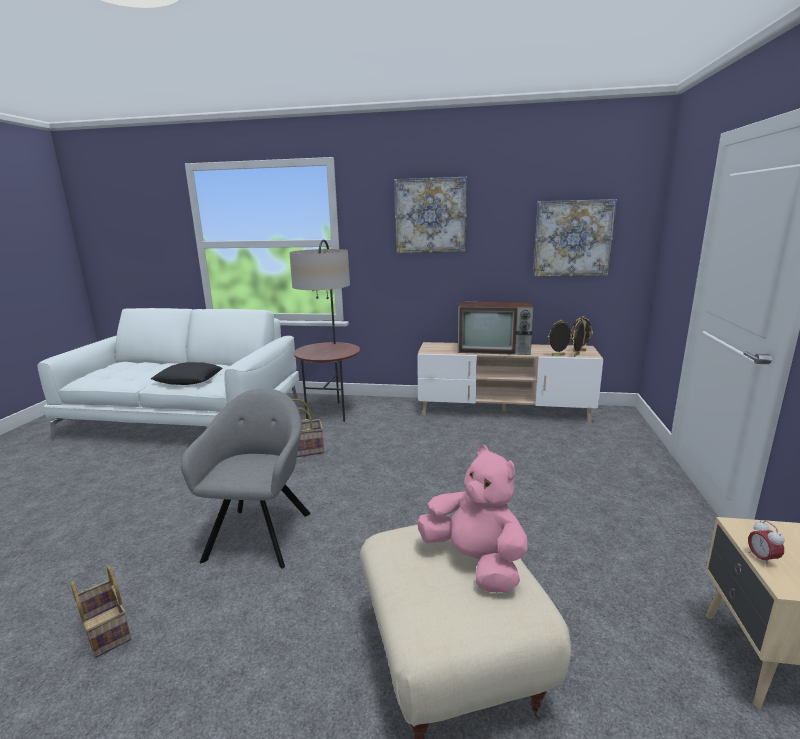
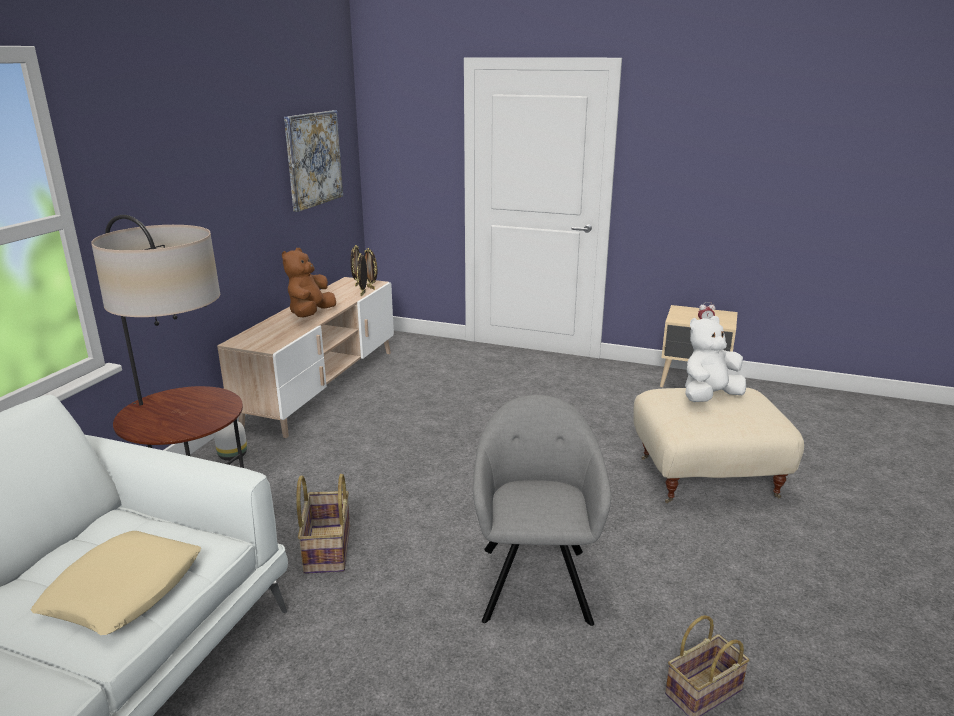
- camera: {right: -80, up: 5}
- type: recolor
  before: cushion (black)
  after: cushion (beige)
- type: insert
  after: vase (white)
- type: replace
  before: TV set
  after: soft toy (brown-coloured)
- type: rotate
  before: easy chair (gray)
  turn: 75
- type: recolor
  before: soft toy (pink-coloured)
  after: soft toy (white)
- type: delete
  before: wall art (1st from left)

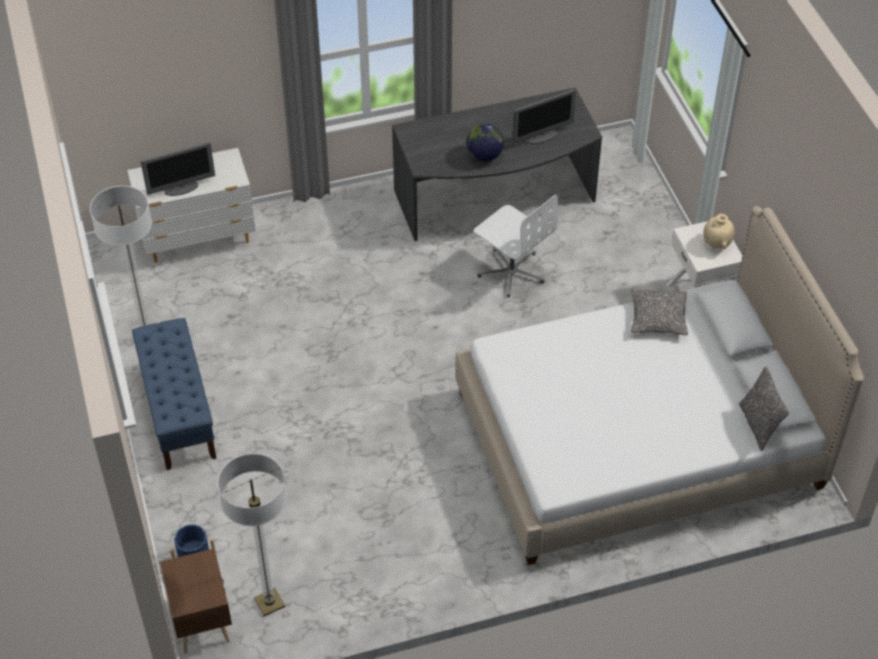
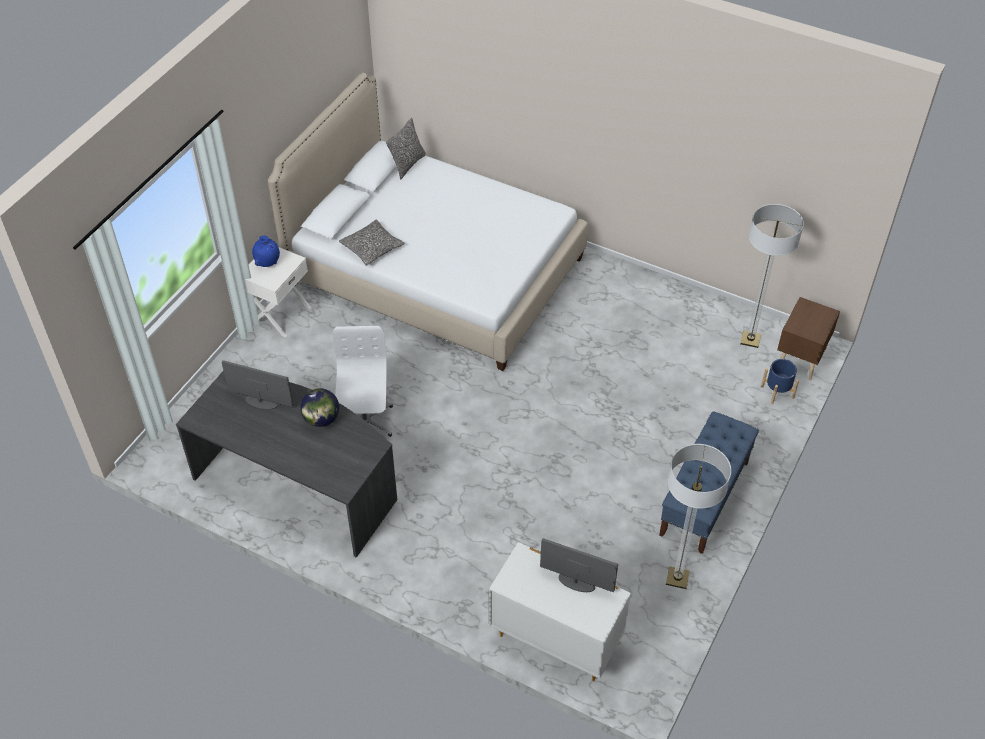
- camera: {right: -135, up: 0}
- type: recolor
  before: vase (beige)
  after: vase (blue-coloured)

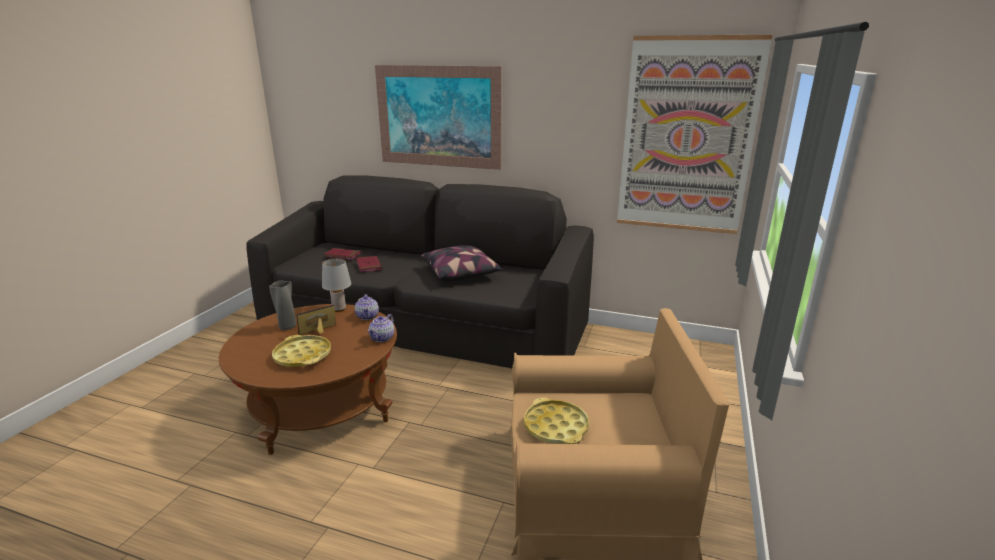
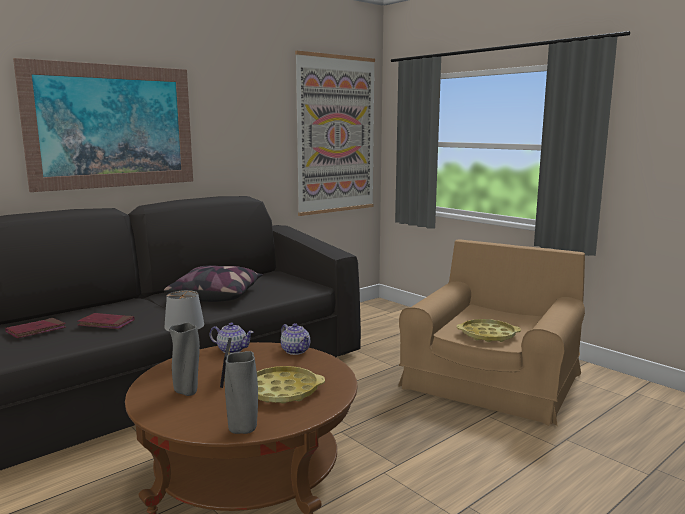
- camera: {right: -60, up: -10}
- type: insert
  after: vase (gray) (2nd from left)

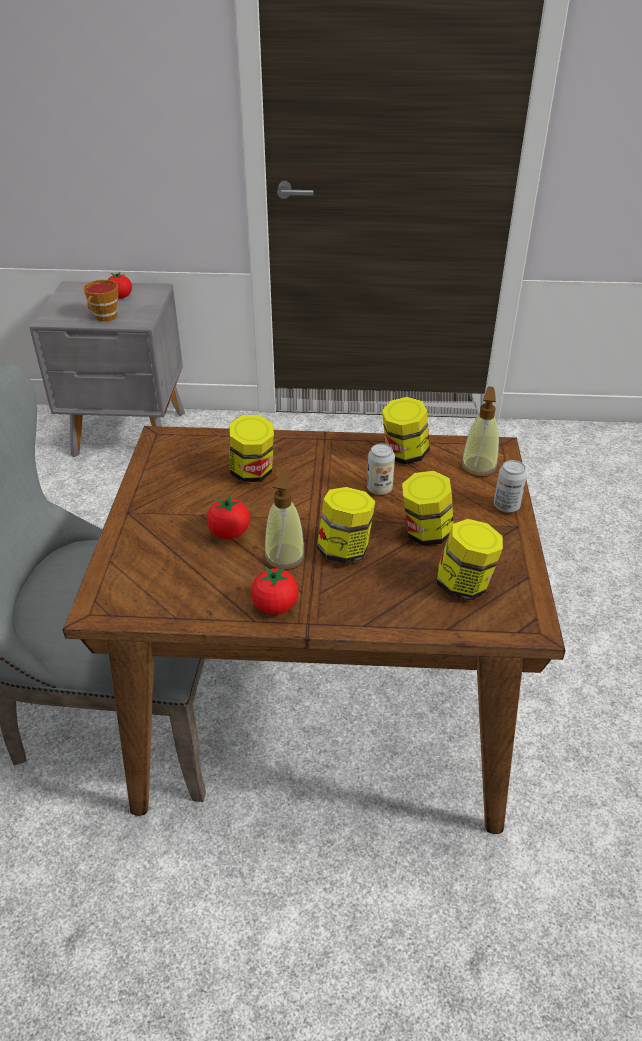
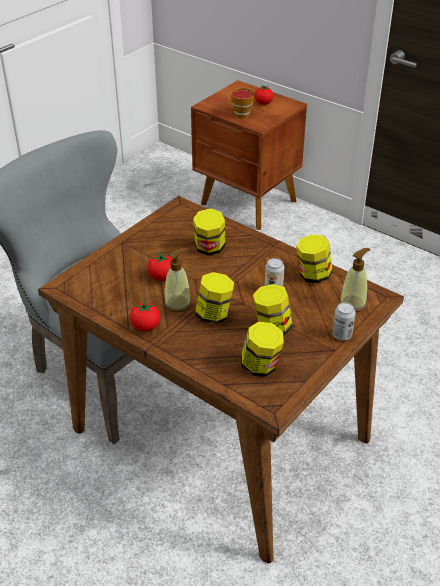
- camera: {right: 35, up: 0}
- type: recolor
  before: bedside table (gray)
  after: bedside table (brown-coloured)

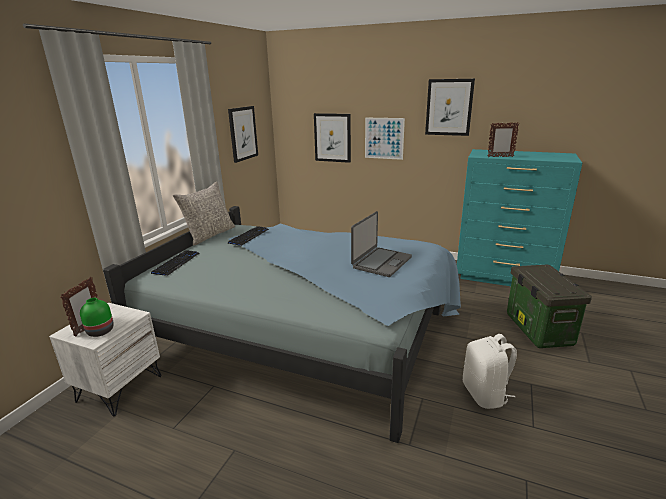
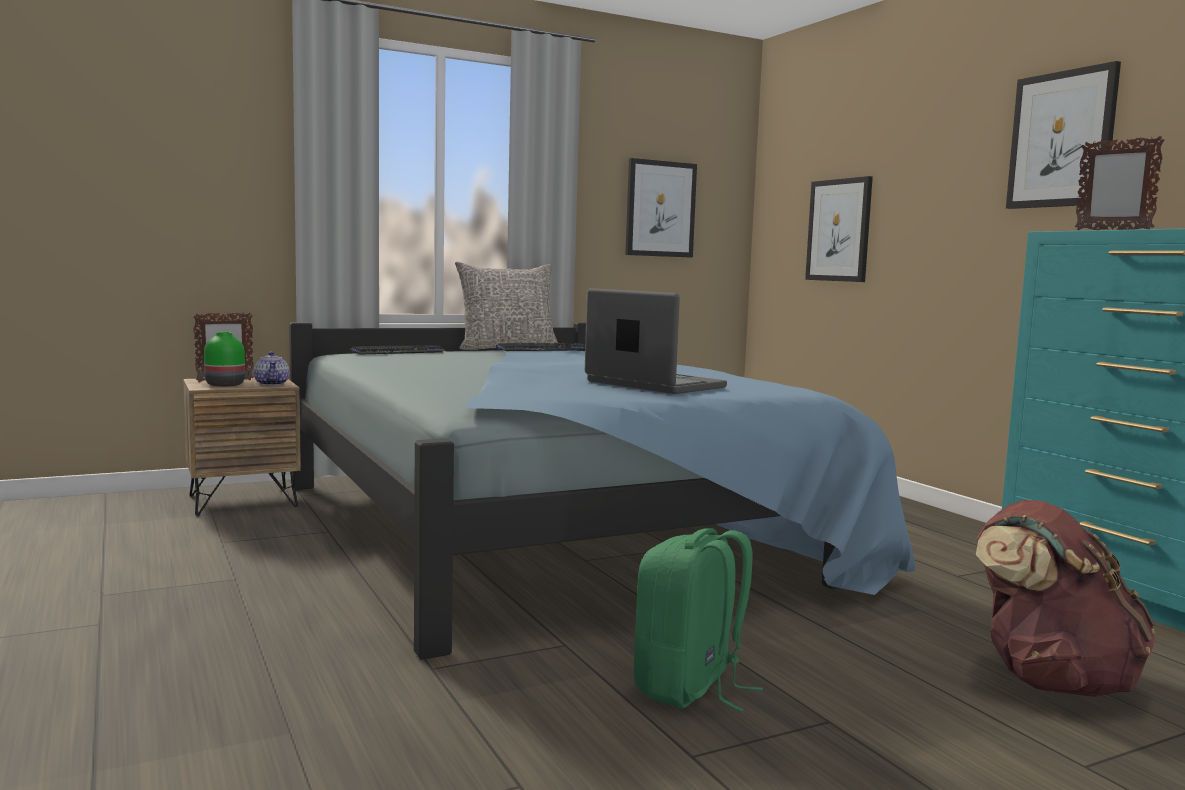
- camera: {right: 40, up: -15}
- type: recolor
  before: bedside table (white)
  after: bedside table (brown-coloured)
- type: insert
  after: tea pot
- type: rotate
  before: notebook computer
  turn: -120
- type: recolor
  before: backpack (white)
  after: backpack (greenish)
- type: replace
  before: storage bin
  after: backpack (brown-coloured)
- type: delete
  before: wall art (3rd from left)

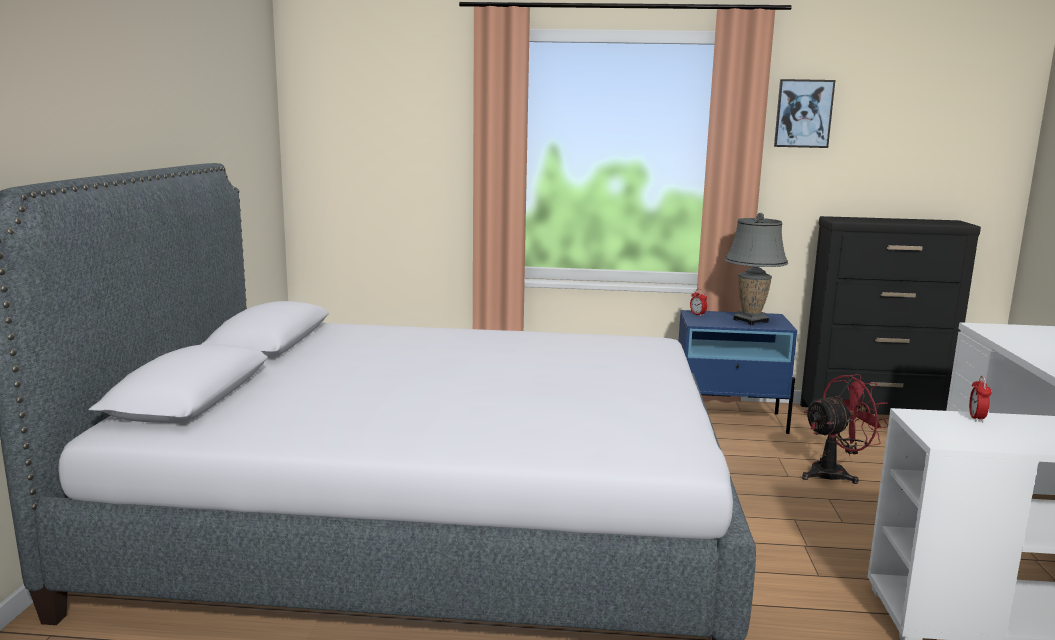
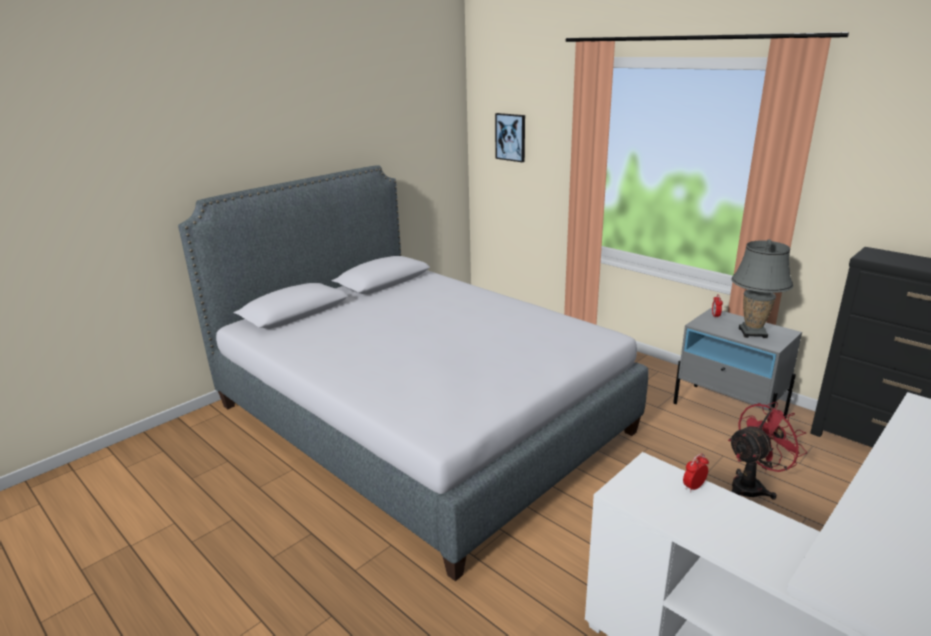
- camera: {right: 40, up: 10}
- type: move
  before: wall art
- type: recolor
  before: bedside table (blue-coloured)
  after: bedside table (gray)
- type: rotate
  before: cooling fan (red-coloured)
  turn: -45

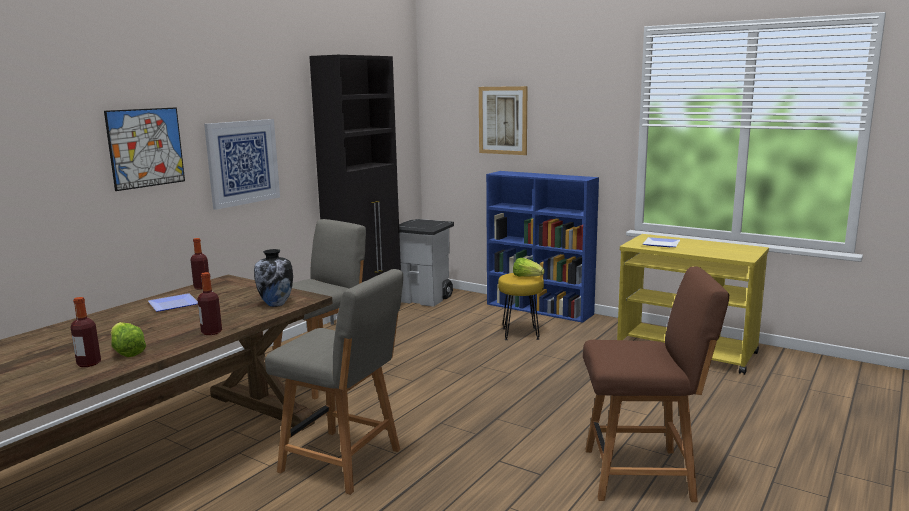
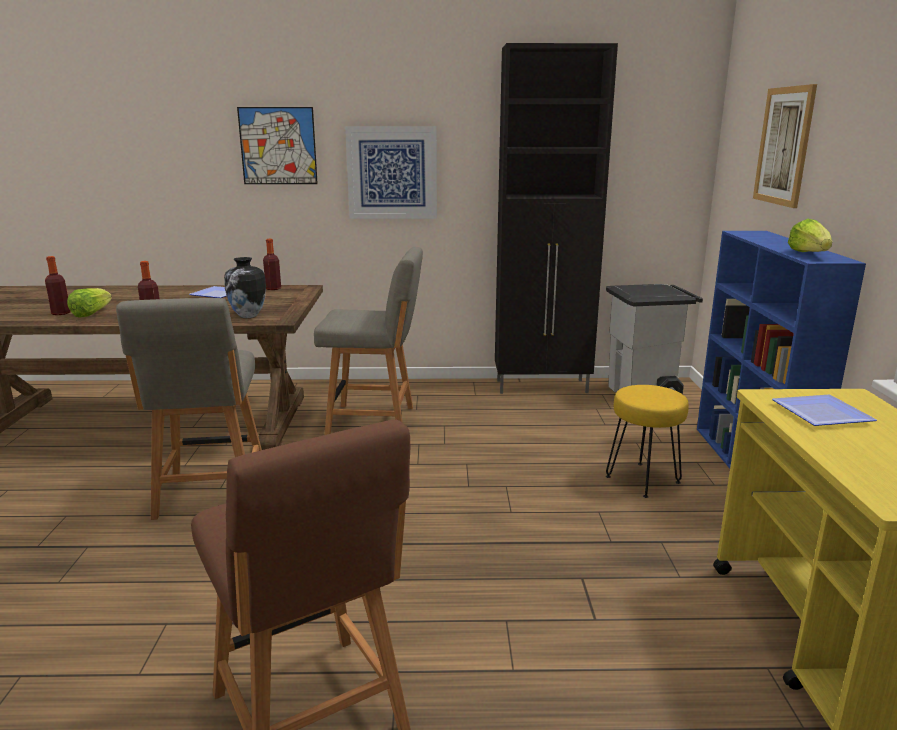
- camera: {right: 55, up: 5}
- type: move
  before: lettuce (2nd from left)

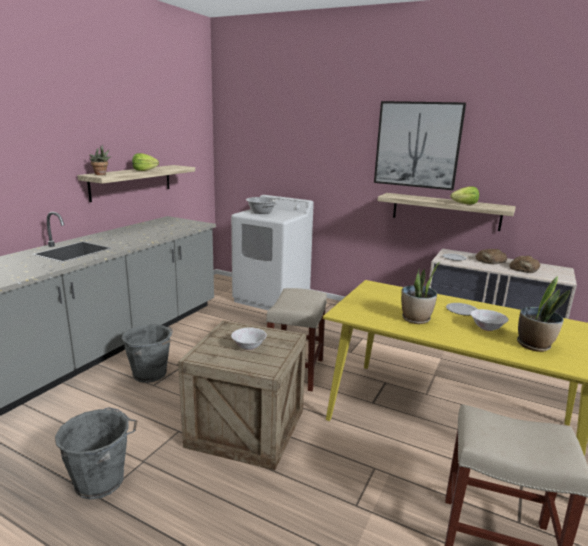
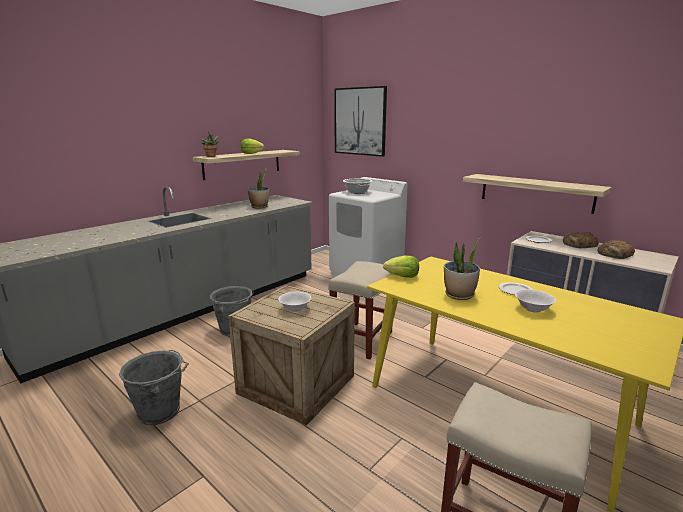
- camera: {right: 15, up: 0}
- type: move
  before: houseplant (3rd from left in the first image)
  after: houseplant (2nd from left)
- type: move
  before: wall art
- type: move
  before: lettuce (2nd from left)

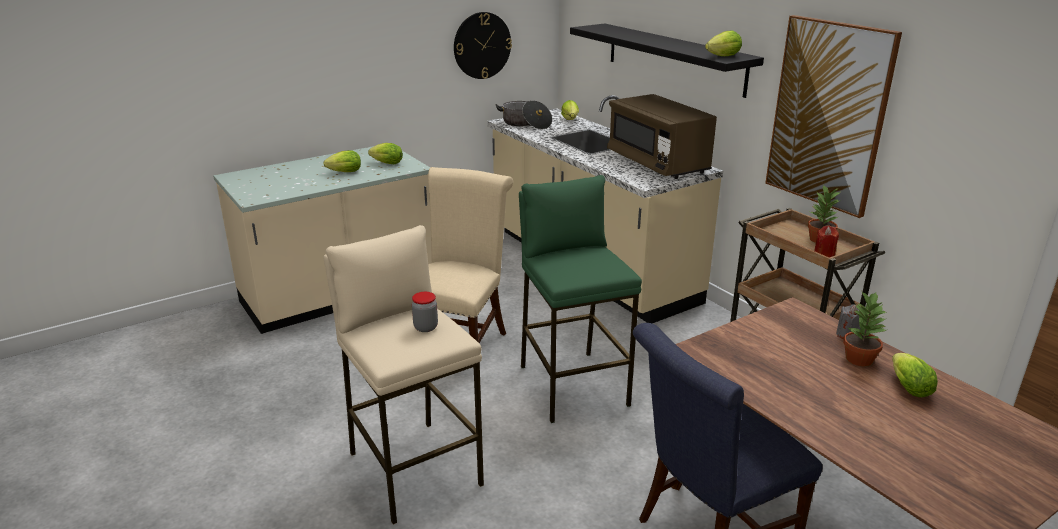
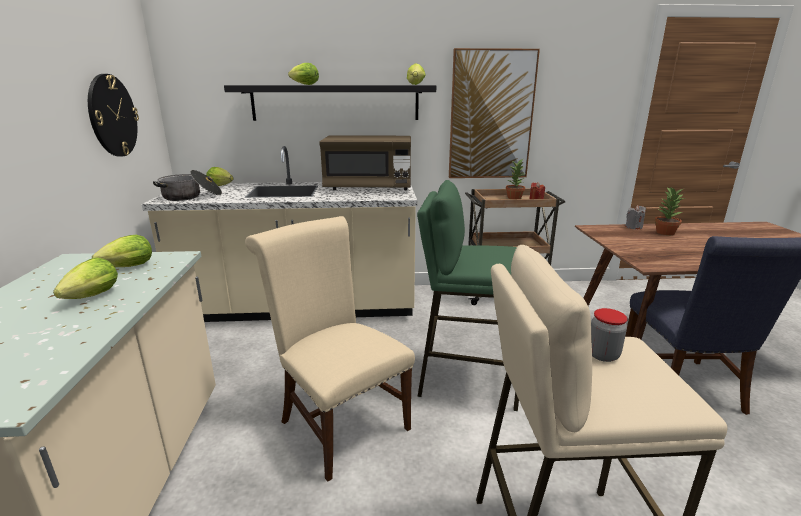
- camera: {right: -60, up: -5}
- type: move
  before: lettuce (5th from left in the first image)
  after: lettuce (4th from left)

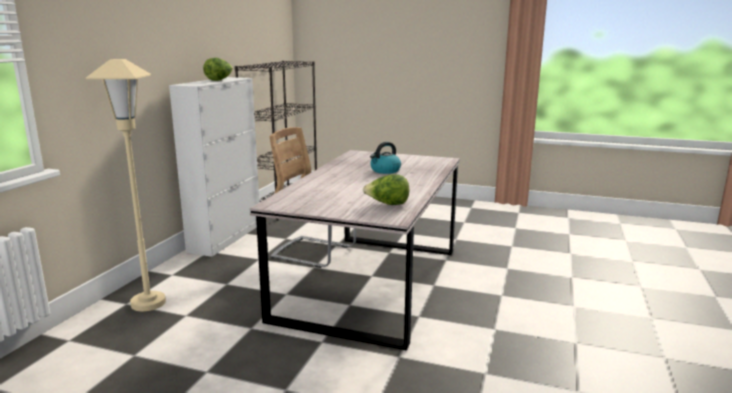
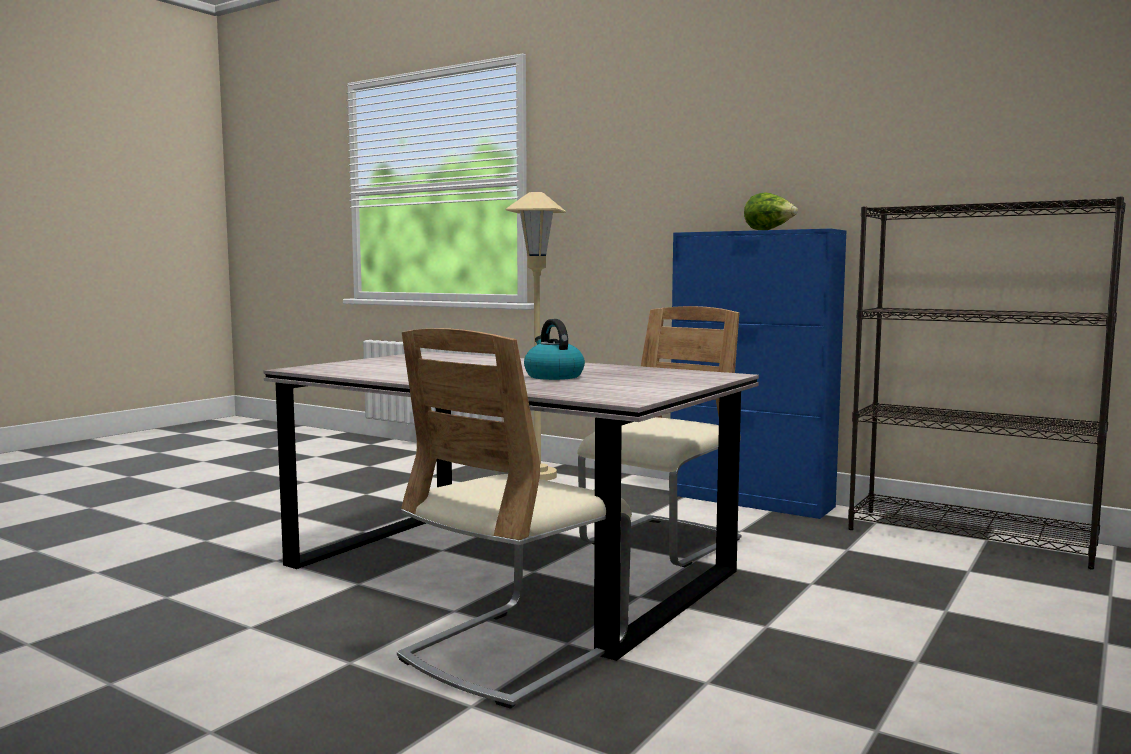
- camera: {right: 105, up: -10}
- type: insert
  after: chair (beige) (1st from left)
- type: recolor
  before: cupboard (white)
  after: cupboard (blue-coloured)
- type: delete
  before: lettuce (2nd from left)

